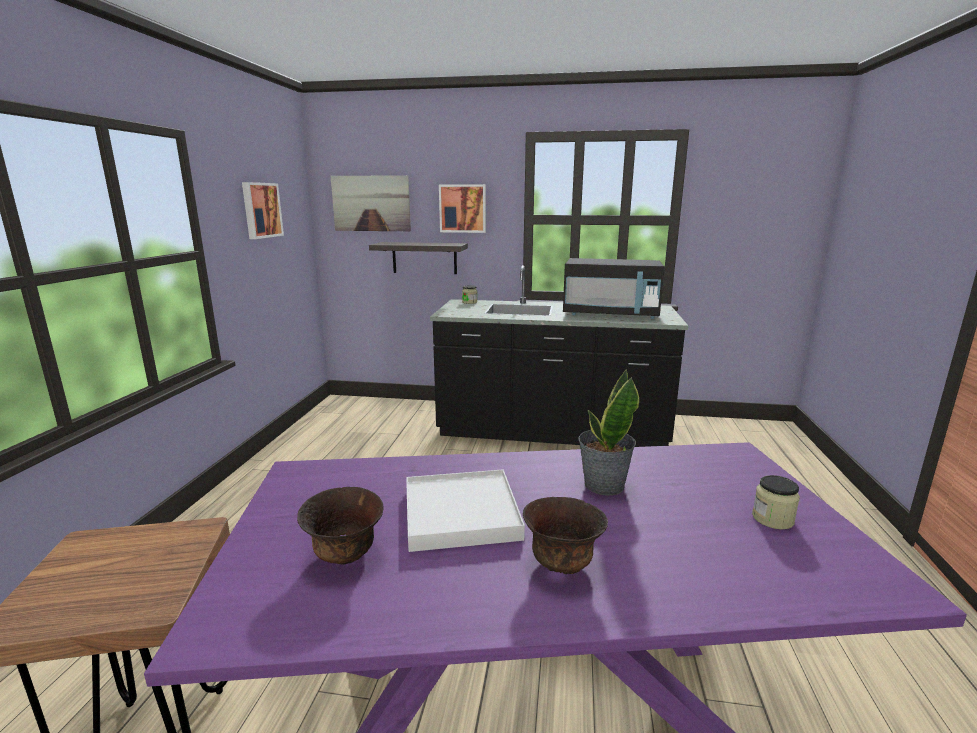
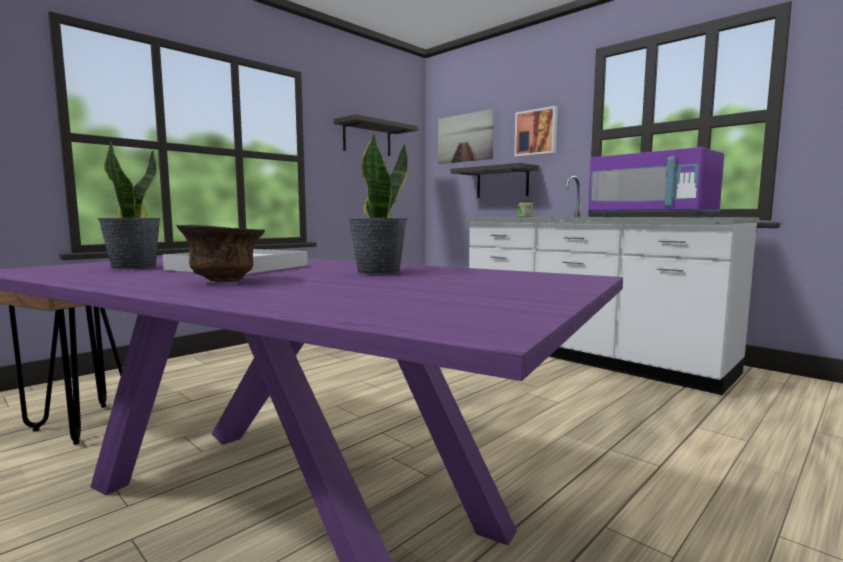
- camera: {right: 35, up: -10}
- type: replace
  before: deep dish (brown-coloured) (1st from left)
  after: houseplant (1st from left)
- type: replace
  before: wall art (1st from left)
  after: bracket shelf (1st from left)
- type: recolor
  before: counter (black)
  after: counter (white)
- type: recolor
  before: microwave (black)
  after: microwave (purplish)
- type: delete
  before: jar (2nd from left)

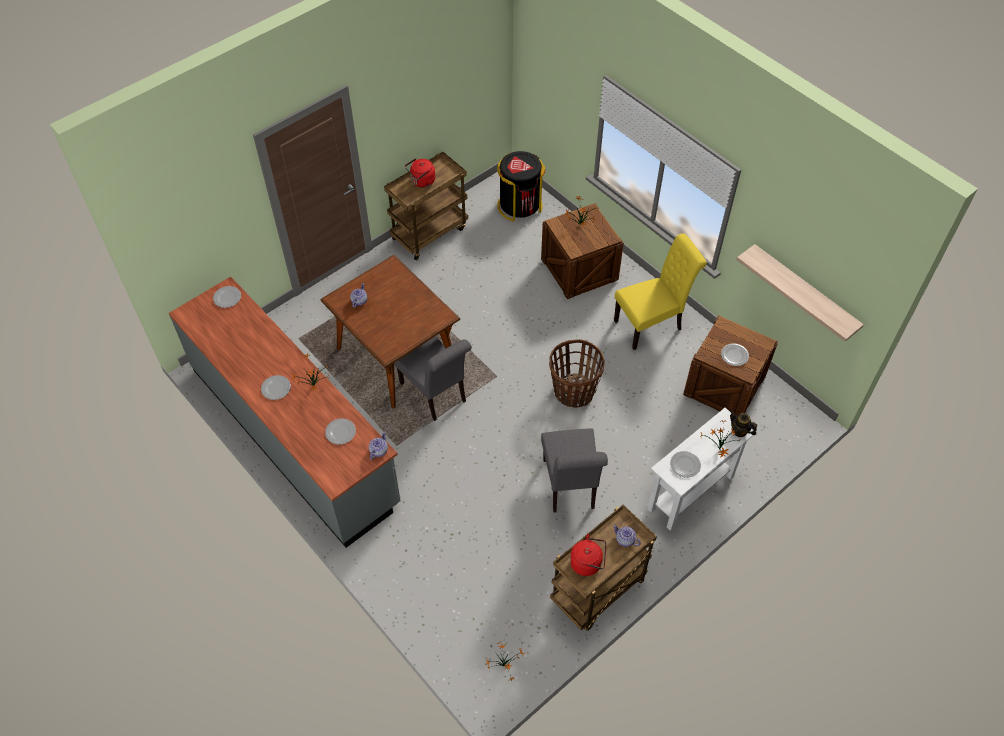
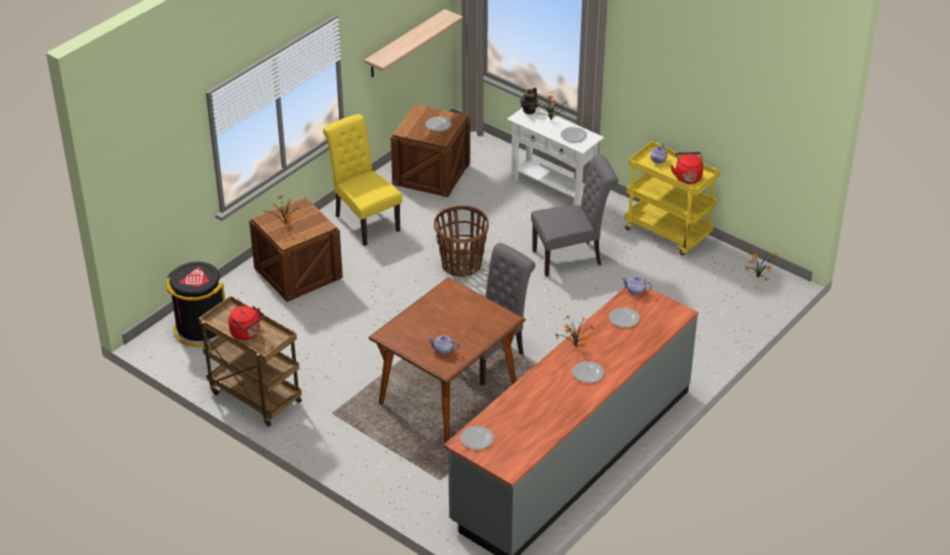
- camera: {right: -100, up: -15}
- type: recolor
  before: trolley (brown-coloured) (2nd from left)
  after: trolley (yellowish)

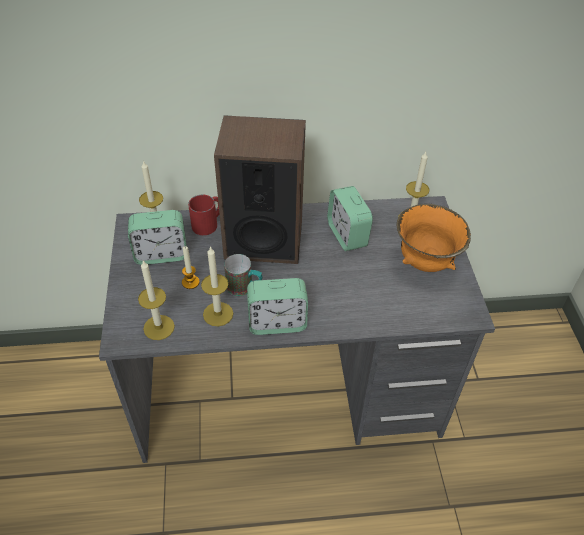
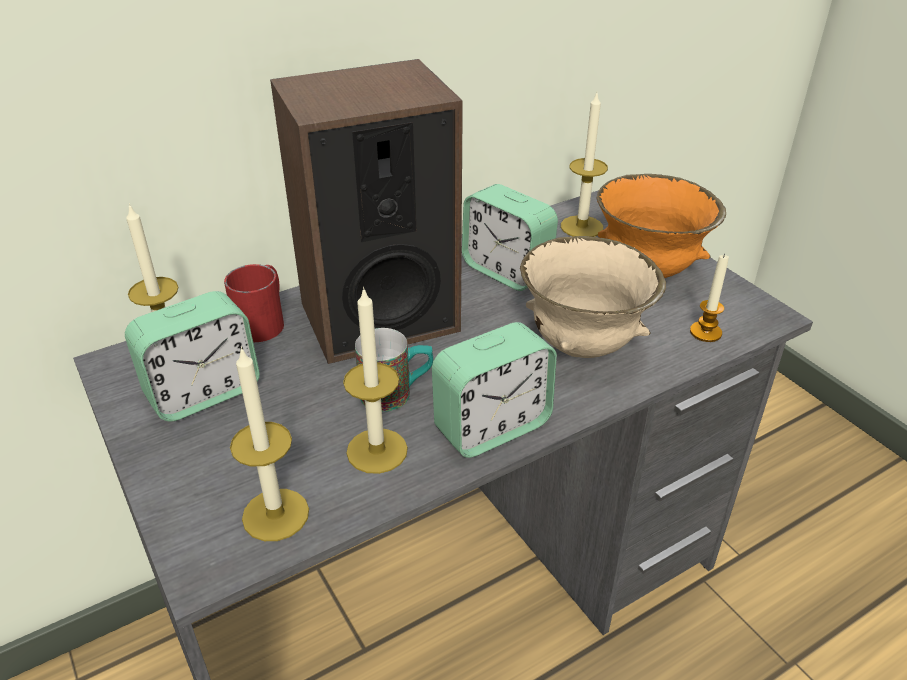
- camera: {right: -25, up: -10}
- type: insert
  after: deep dish (beige)
- type: move
  before: wax candle (3rd from left in the first image)
  after: wax candle (5th from left)

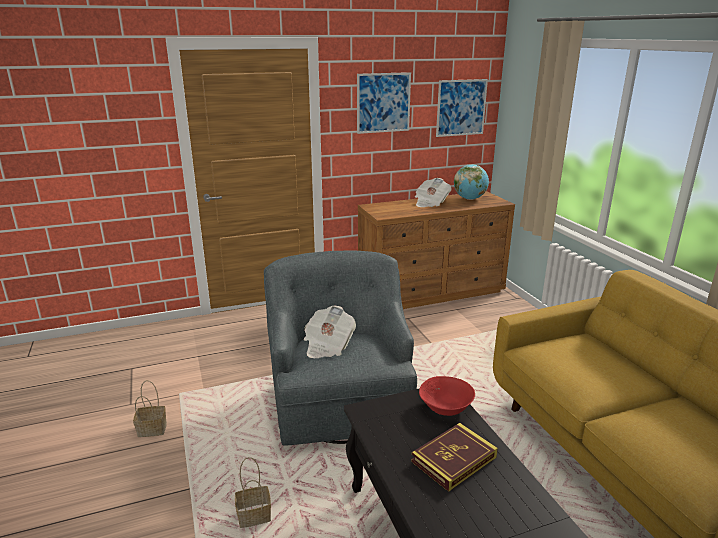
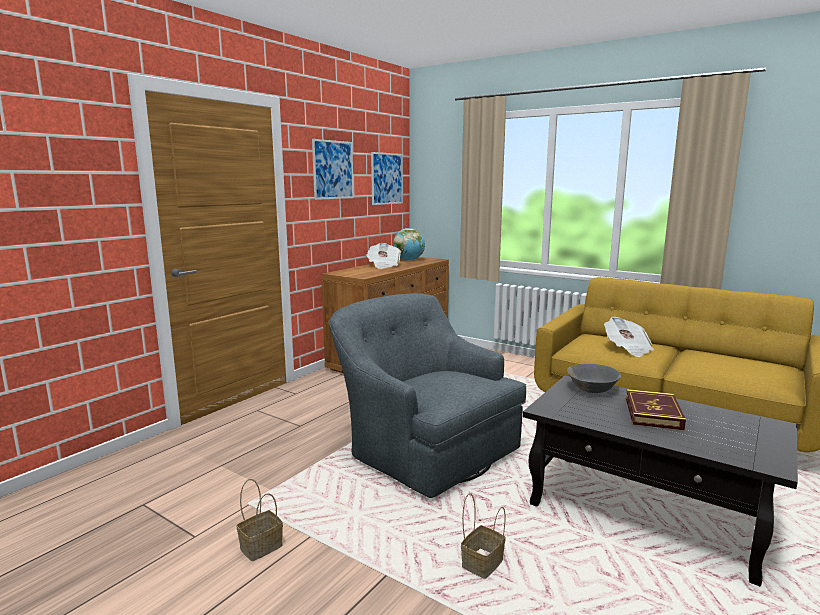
- camera: {right: -35, up: -10}
- type: recolor
  before: deep dish (red-coloured)
  after: deep dish (gray)
- type: move
  before: daily paper (1st from left in the first image)
  after: daily paper (2nd from left)

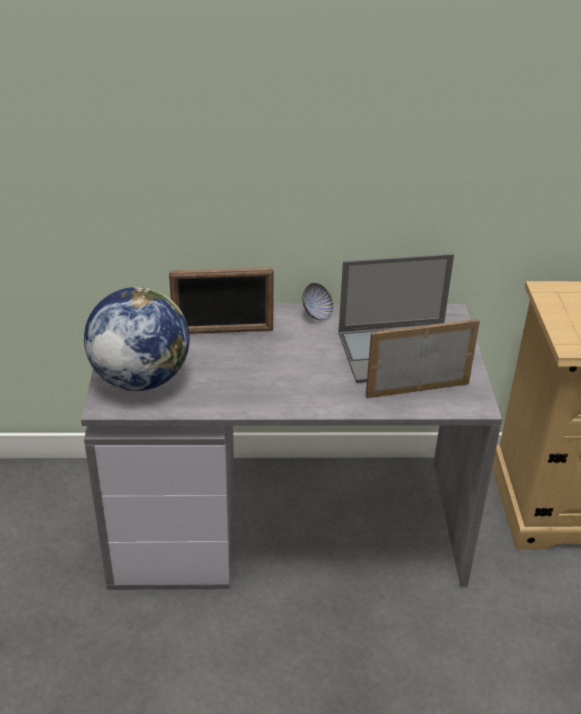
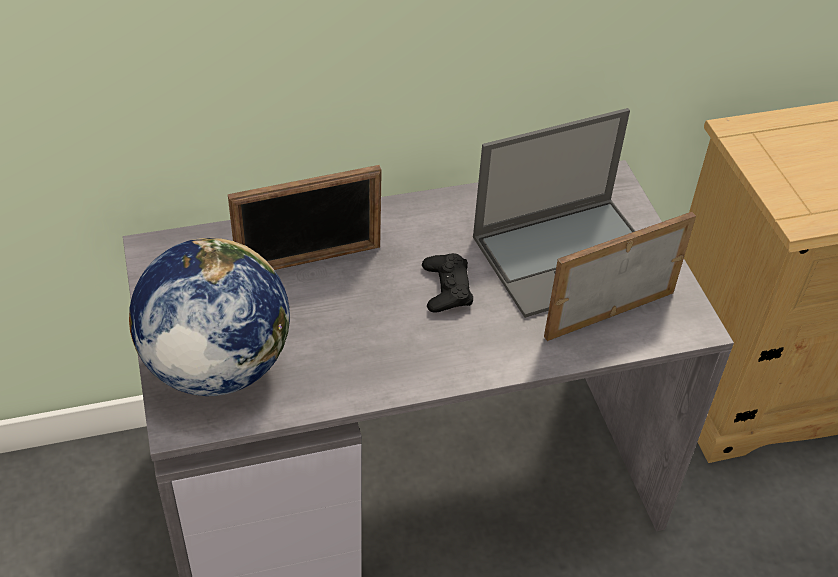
- camera: {right: -15, up: 10}
- type: insert
  after: joypad (black)
- type: delete
  before: deep dish

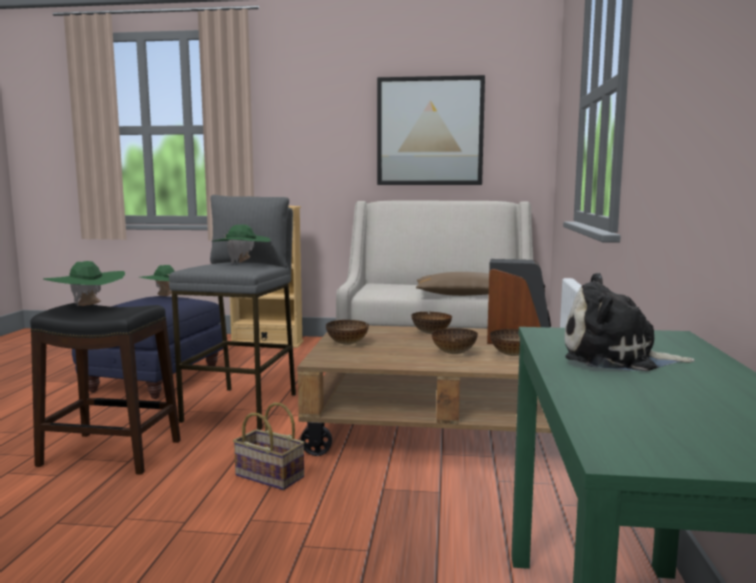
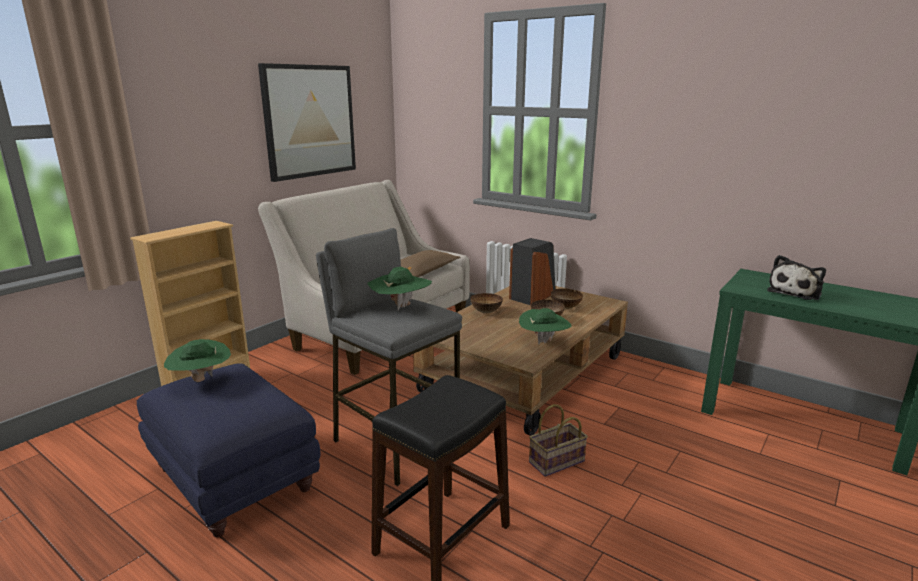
- camera: {right: -60, up: 10}
- type: move
  before: wearable hat (greenish) (1st from left in the first image)
  after: wearable hat (greenish) (3rd from left)
- type: delete
  before: deep dish (1st from left)

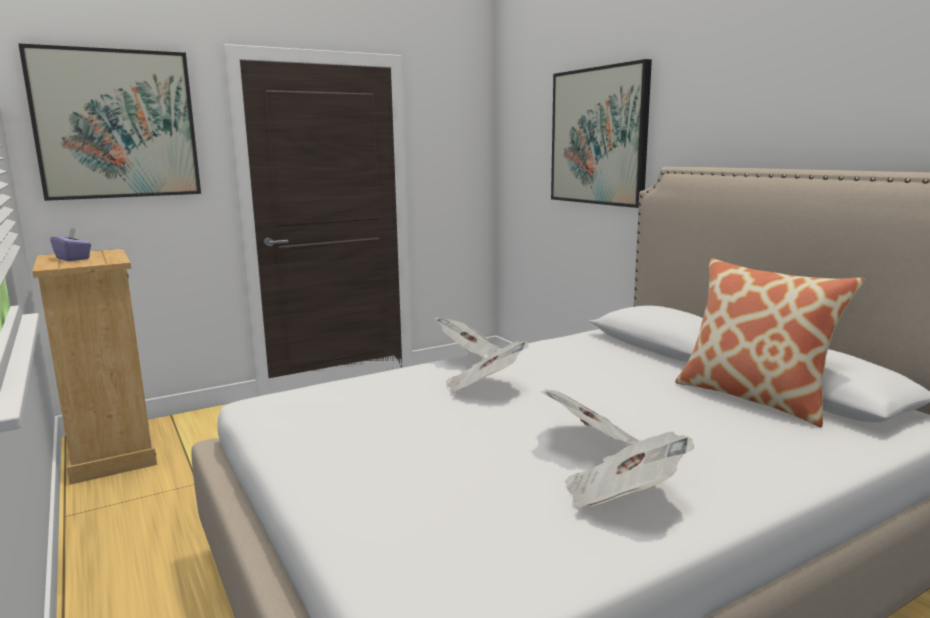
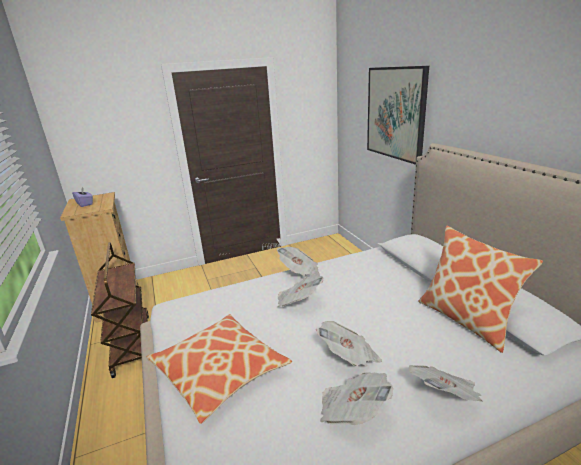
- camera: {right: 10, up: 10}
- type: insert
  after: trolley (brown-coloured)
- type: insert
  after: cushion (1st from left)
- type: insert
  after: daily paper (5th from left)
- type: delete
  before: wall art (1st from left)

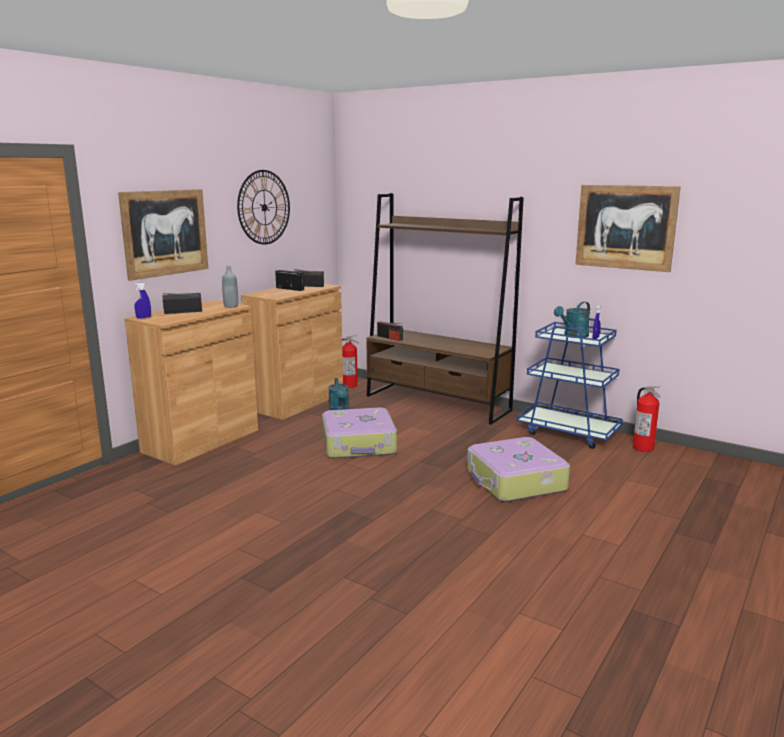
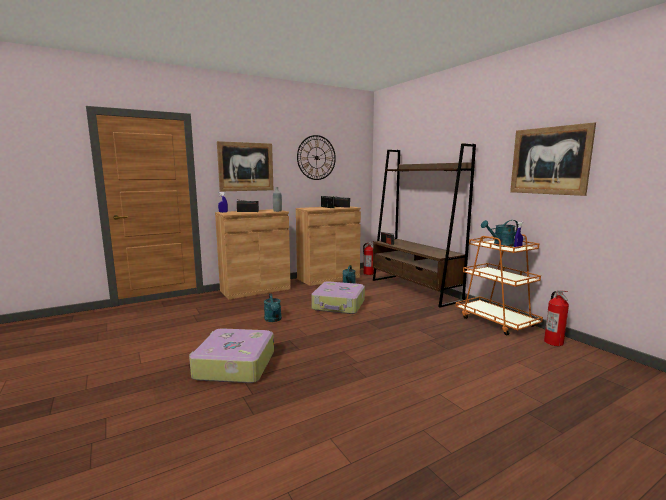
- camera: {right: 25, up: -5}
- type: move
  before: piece of luggage (2nd from left in the first image)
  after: piece of luggage (1st from left)
- type: insert
  after: sprinkling can (turquoise) (1st from left)
- type: recolor
  before: trolley (blue-coloured)
  after: trolley (orange-coloured)

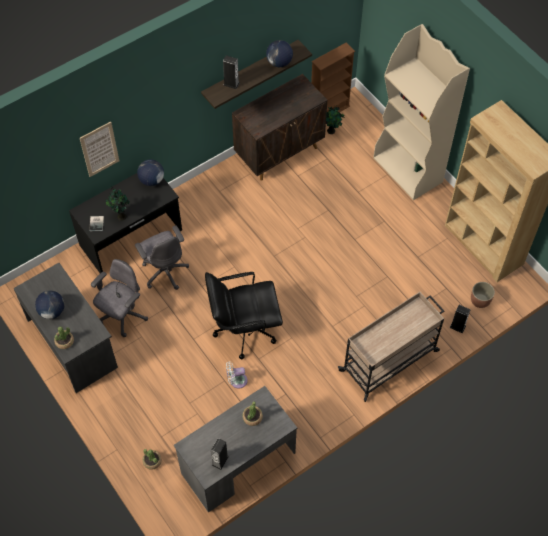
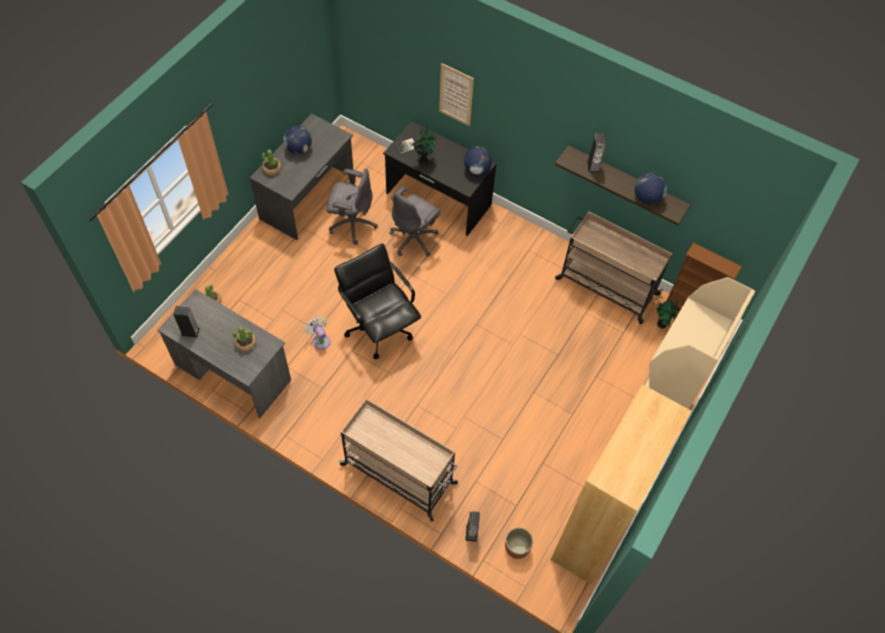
- camera: {right: 65, up: 0}
- type: replace
  before: cupboard (brown-coloured)
  after: trolley (beige) (2nd from left)

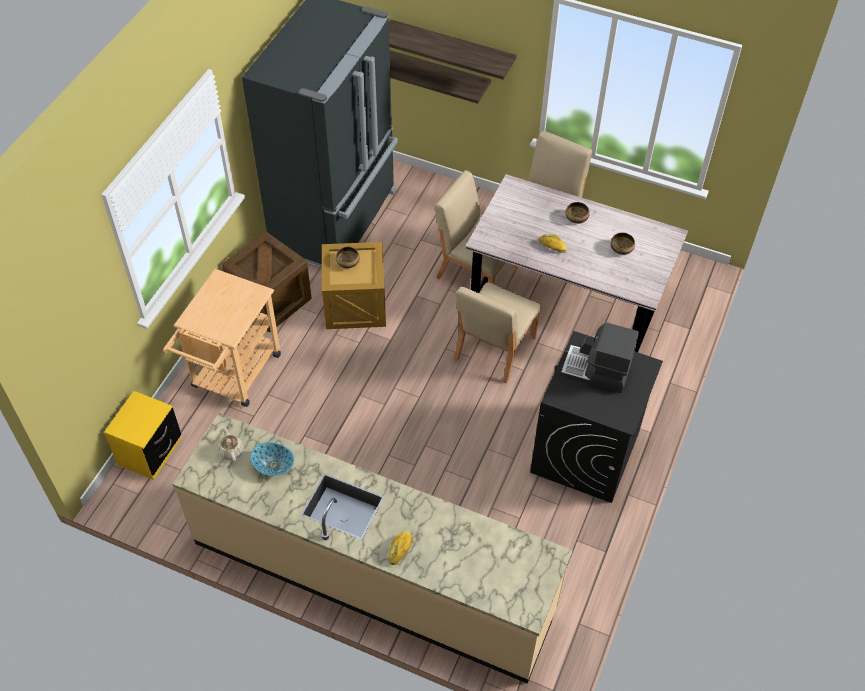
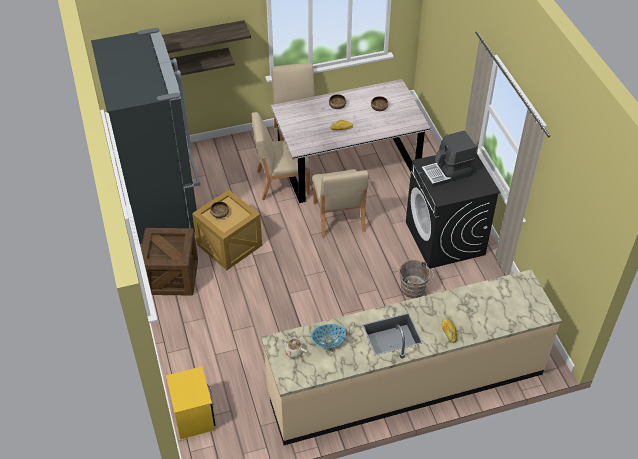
- camera: {right: -40, up: -5}
- type: insert
  after: pail (brown-coloured)
- type: delete
  before: trolley (beige)

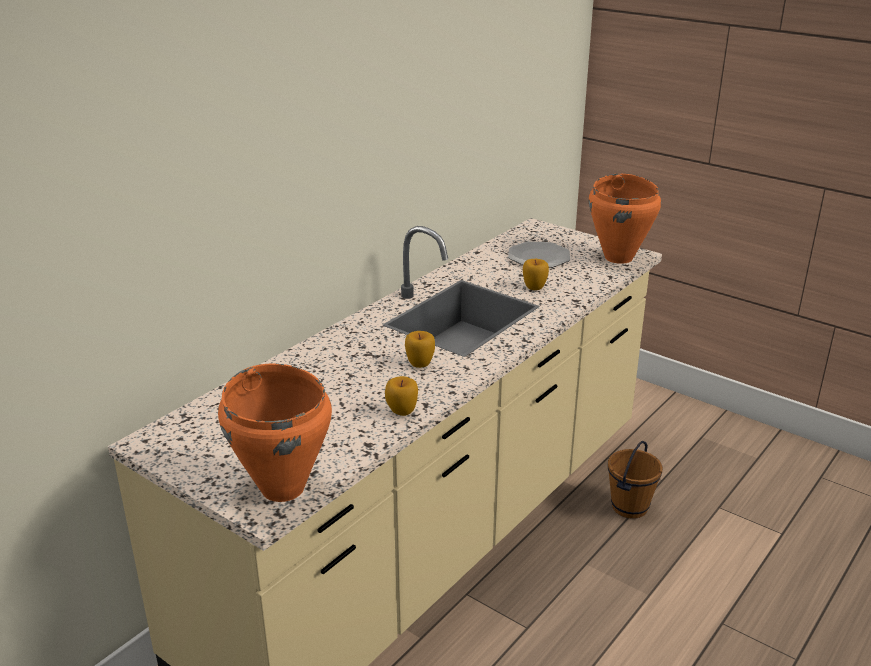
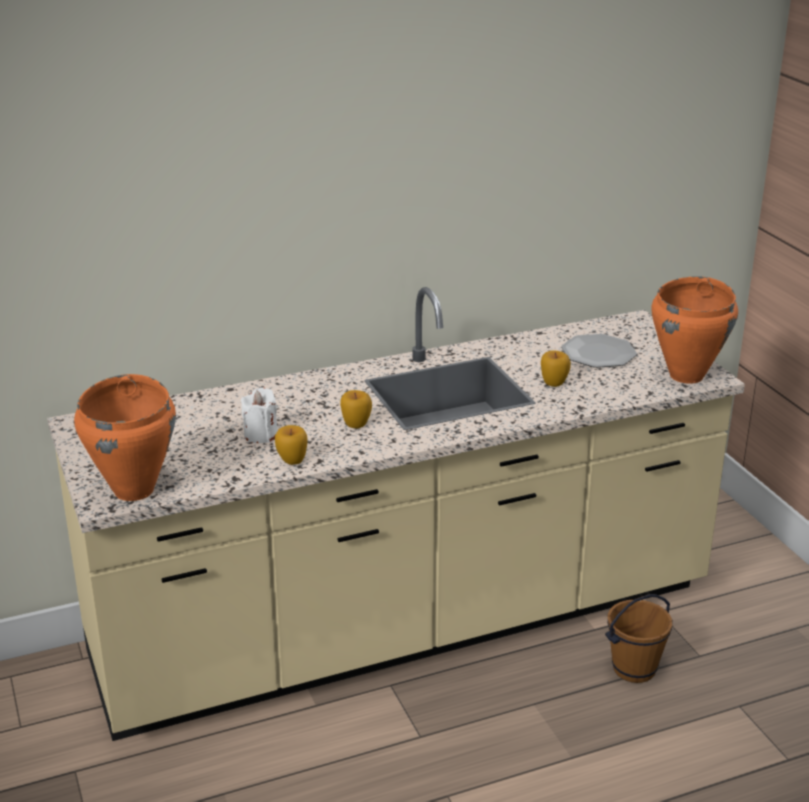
- camera: {right: 30, up: 0}
- type: insert
  after: wax candle (white)

